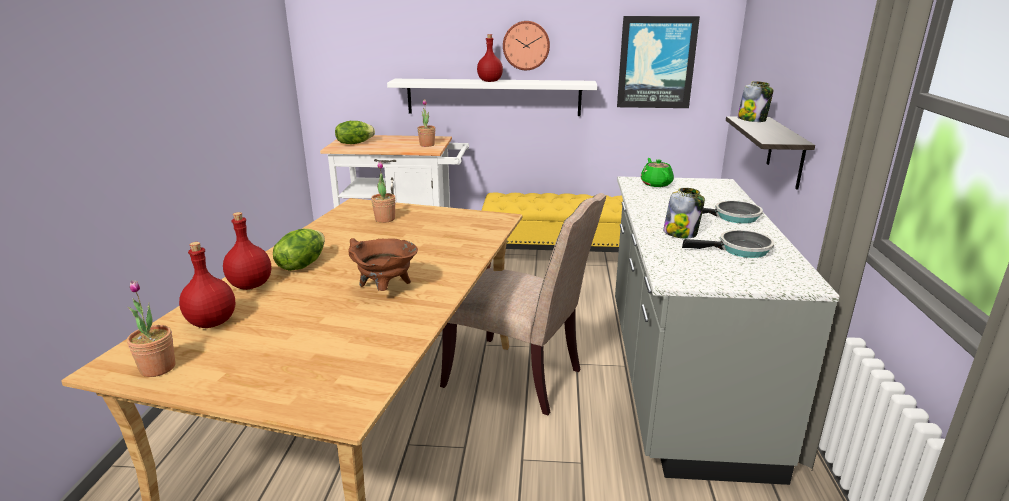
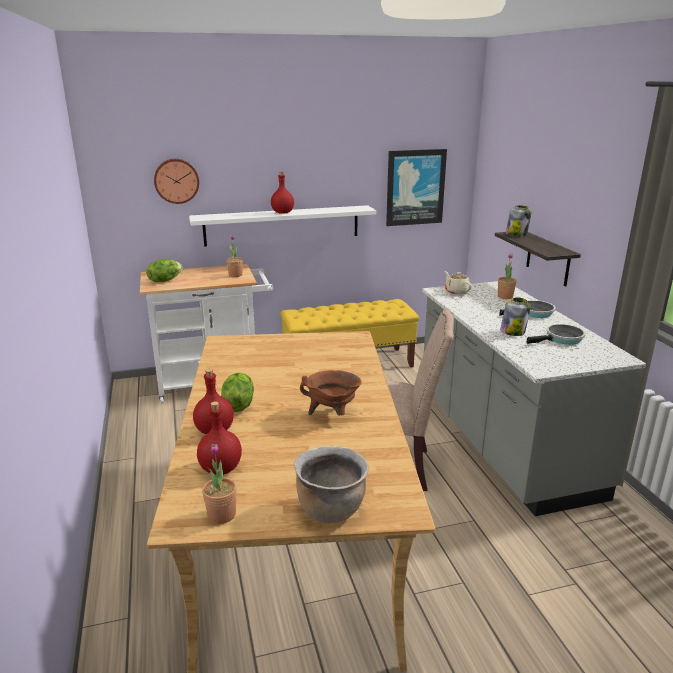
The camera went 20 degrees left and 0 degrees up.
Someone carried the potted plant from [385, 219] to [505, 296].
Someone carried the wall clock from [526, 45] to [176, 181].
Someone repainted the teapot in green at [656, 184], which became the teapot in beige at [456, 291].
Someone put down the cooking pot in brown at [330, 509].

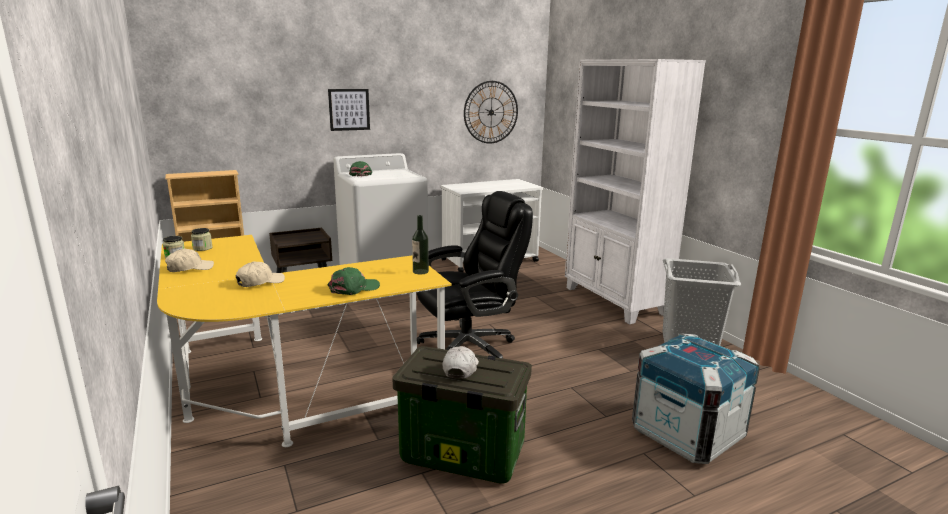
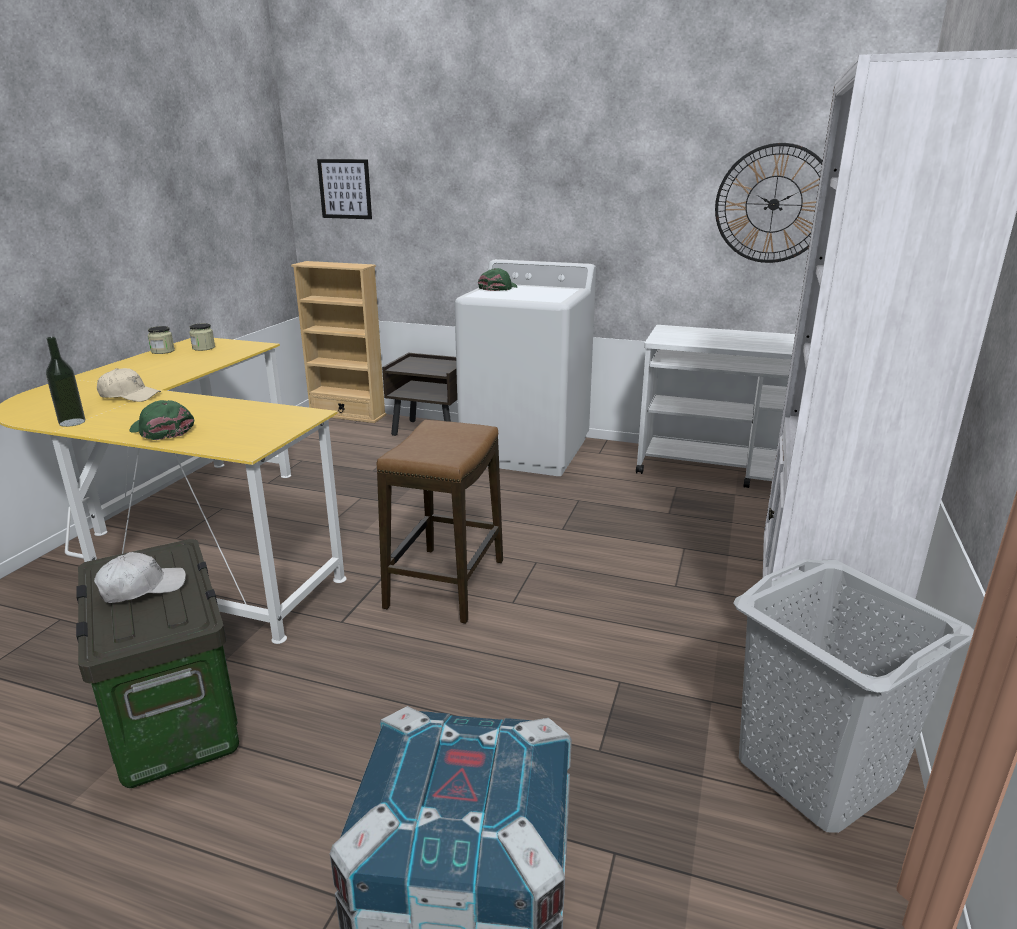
The camera went 45 degrees right and 5 degrees up.
Someone took away the cap in beige at [190, 268].
Someone carried the picture from [349, 109] to [345, 189].
Someone rotated the cap in green at [354, 288] by 150 degrees counterclockwise.
Someone carried the bottle from [420, 271] to [72, 422].
Someone swapped the office chair in black at [469, 348] for the stool at [446, 584].

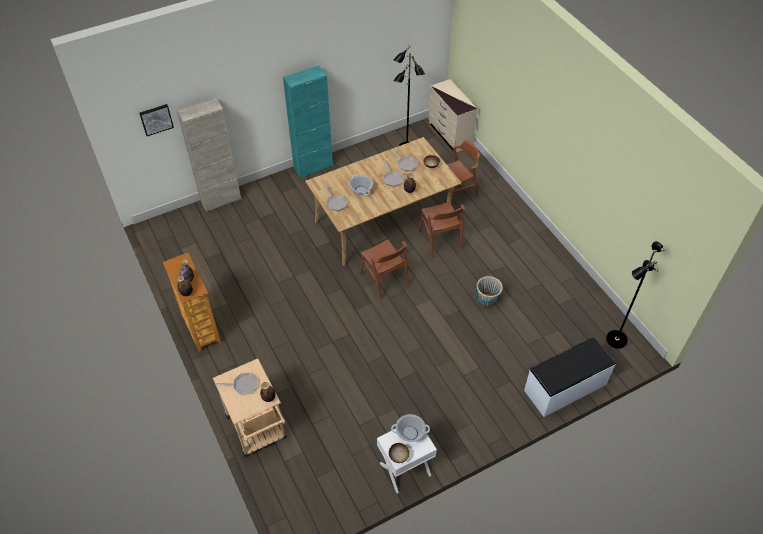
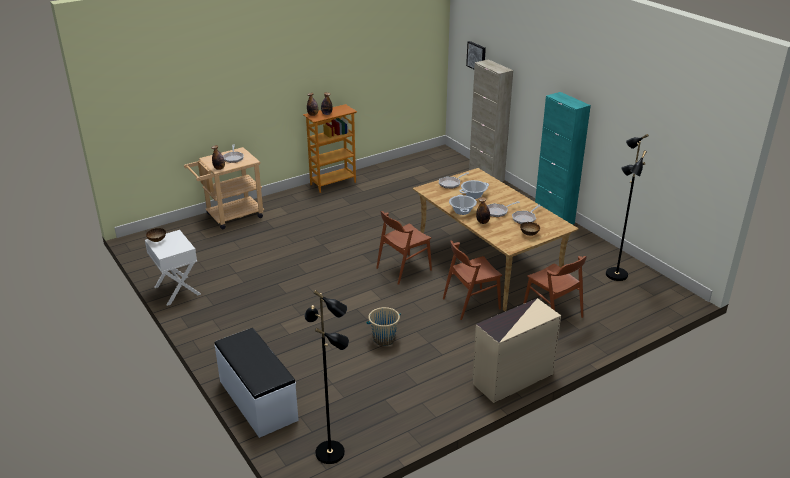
The camera went 85 degrees right and 20 degrees down.
Someone carried the cooking pot from [410, 433] to [462, 211].
Someone carried the dresser in beige from [450, 135] to [512, 378].

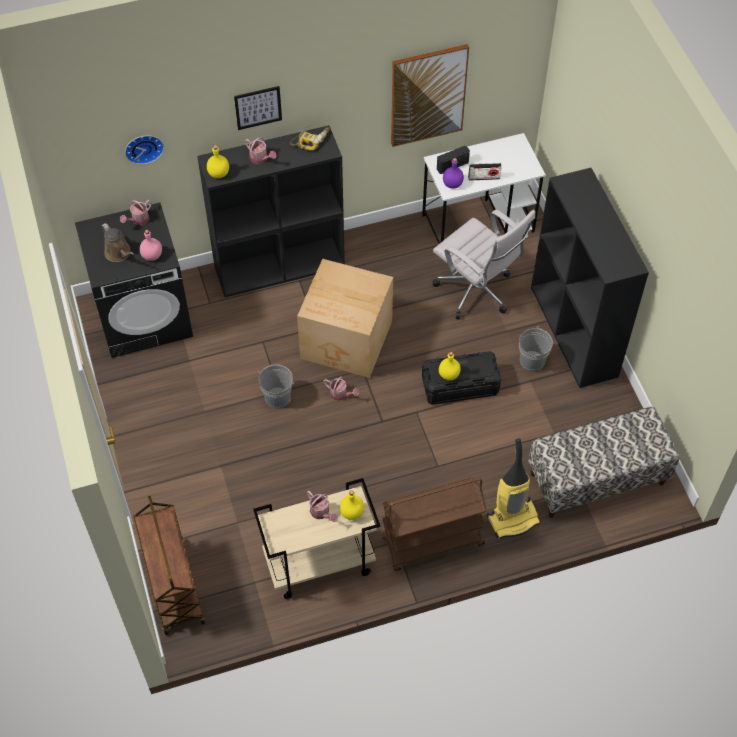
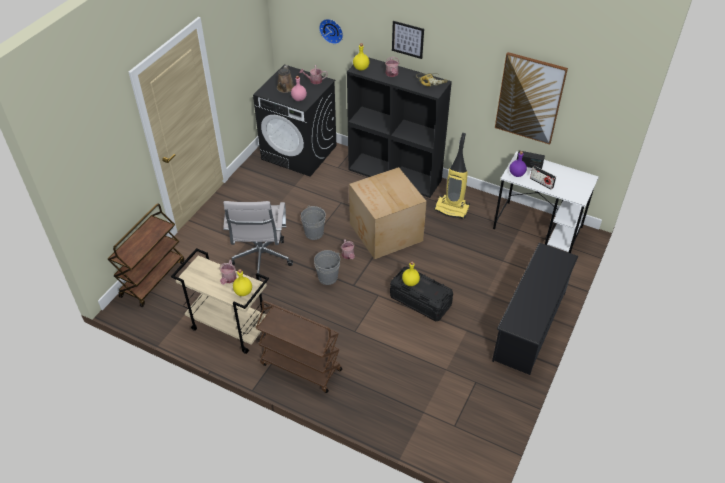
The camera went 45 degrees right and 10 degrees down.
Someone carried the office chair in white from [477, 292] to [261, 260].
Someone carried the vacuum cleaner from [513, 519] to [452, 208].
Someone carried the bucket in grey from [532, 361] to [327, 277].
Someone took away the bench at [596, 479].
Someone swapped the bookcase in black at [575, 332] for the shoe rack in black at [530, 325].

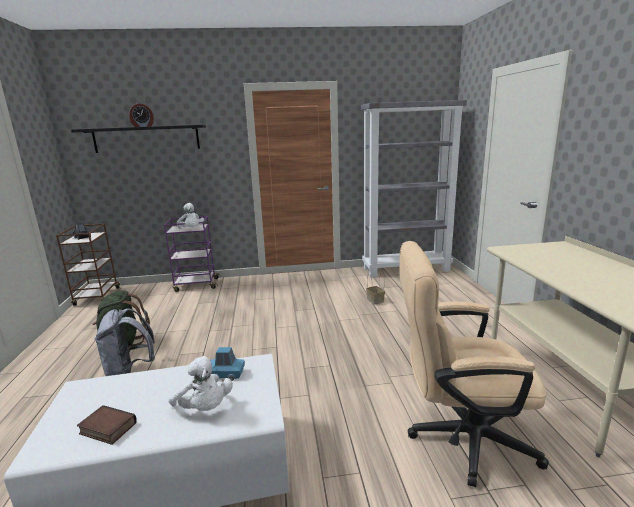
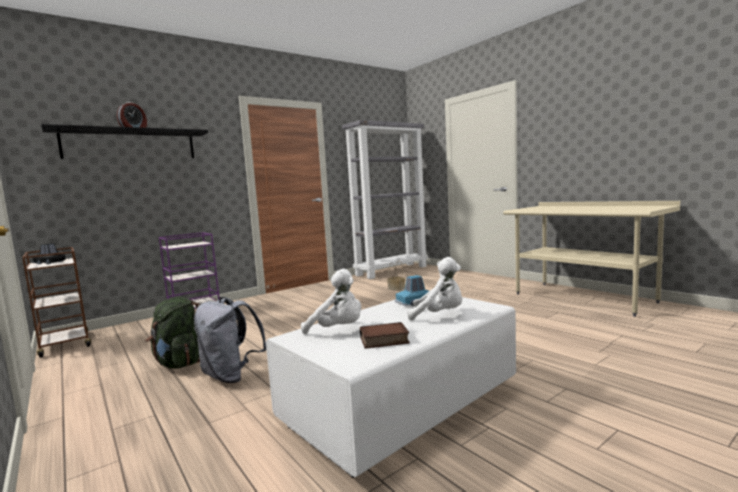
The camera went 30 degrees left and 10 degrees down.
Someone carried the plush toy in white from [191, 229] to [338, 330].
Someone took away the office chair in beige at [459, 437].

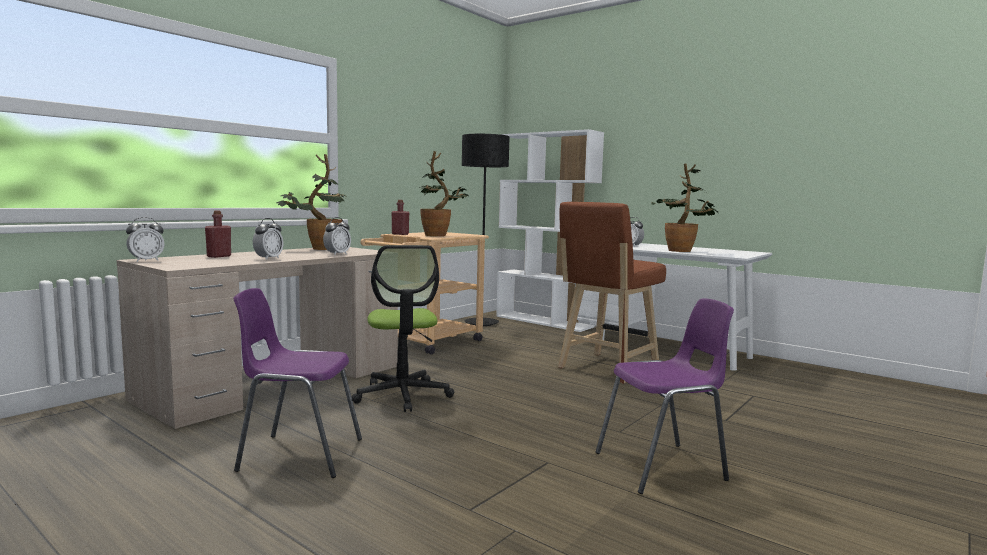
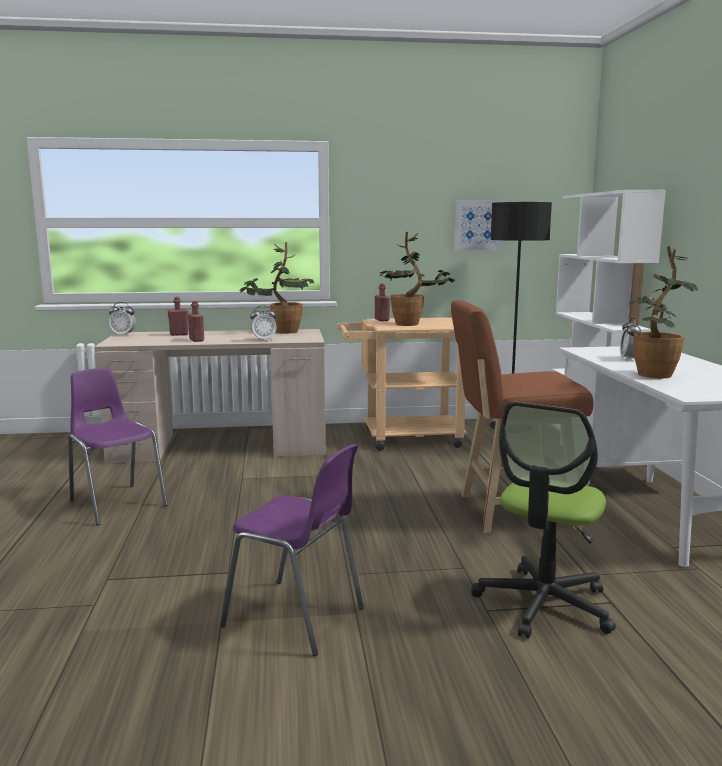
The camera went 45 degrees right and 5 degrees up.
Someone swapped the alarm clock at [268, 258] for the bottle in red at [196, 340].
Someone carried the office chair from [402, 395] to [544, 604].
Someone put up the picture at [478, 225].

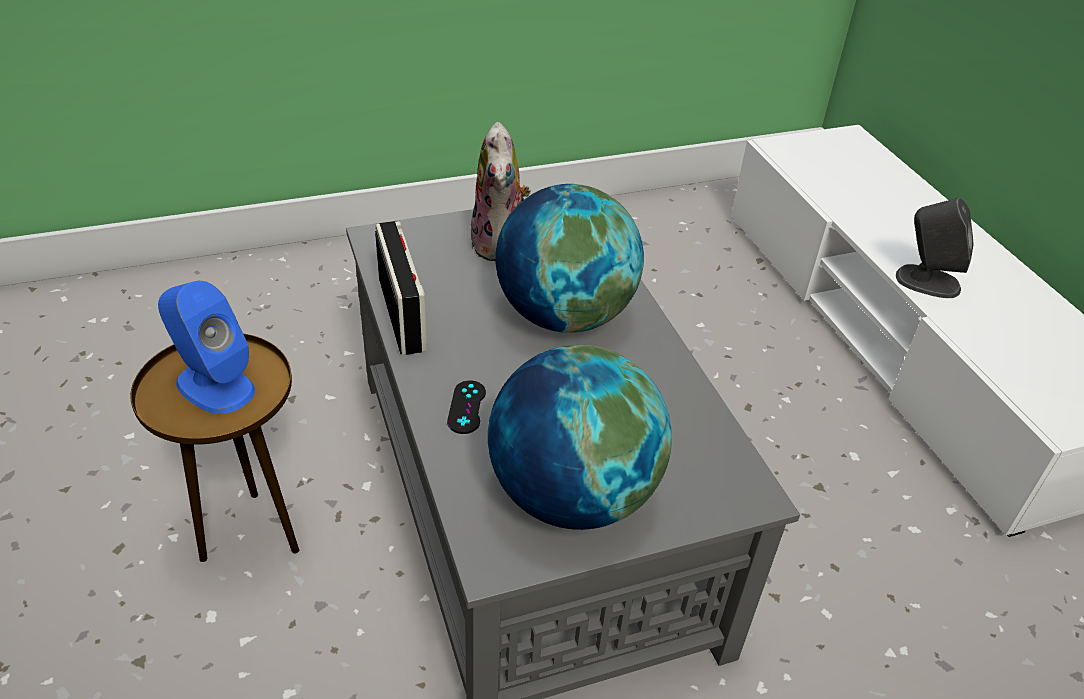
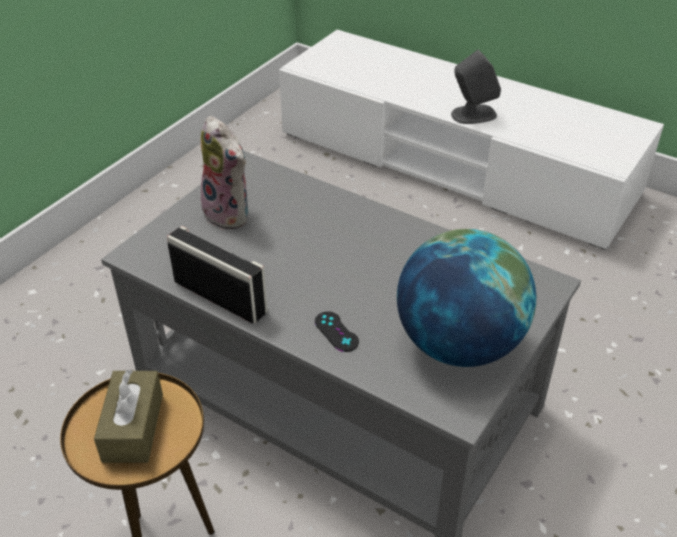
The camera went 35 degrees left and 0 degrees up.
Someone swapped the speaker in blue at [215, 386] for the tissue box in brown at [133, 427].
Someone took away the globe at [564, 315].

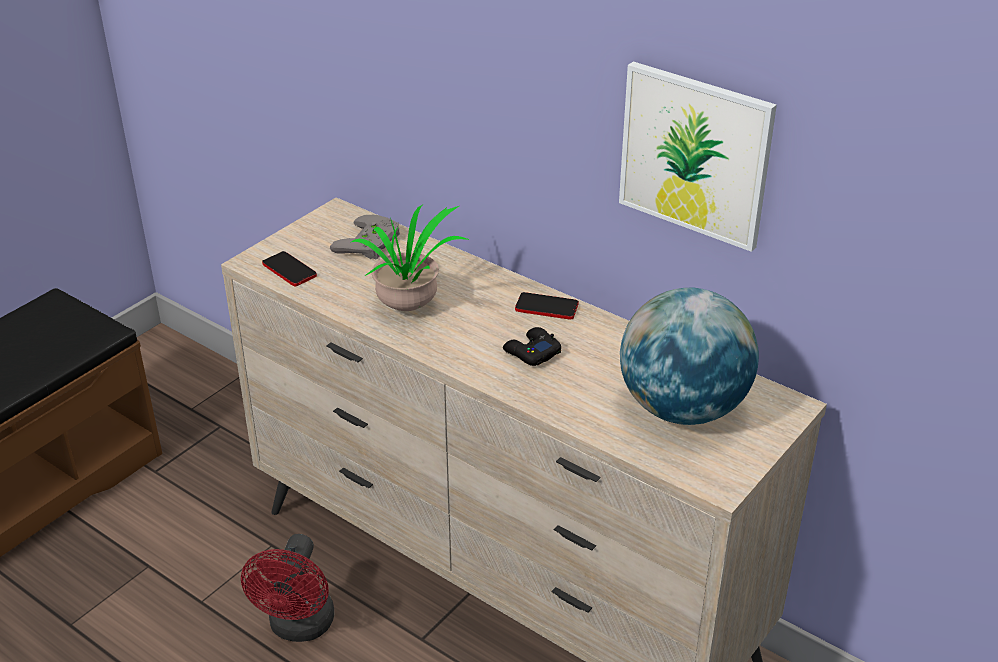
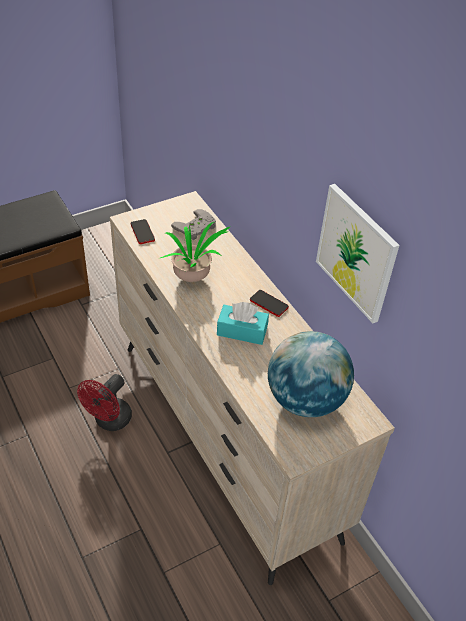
The camera went 20 degrees right and 10 degrees up.
Someone swapped the game controller in black at [531, 352] for the tissue box in turquoise at [242, 331].

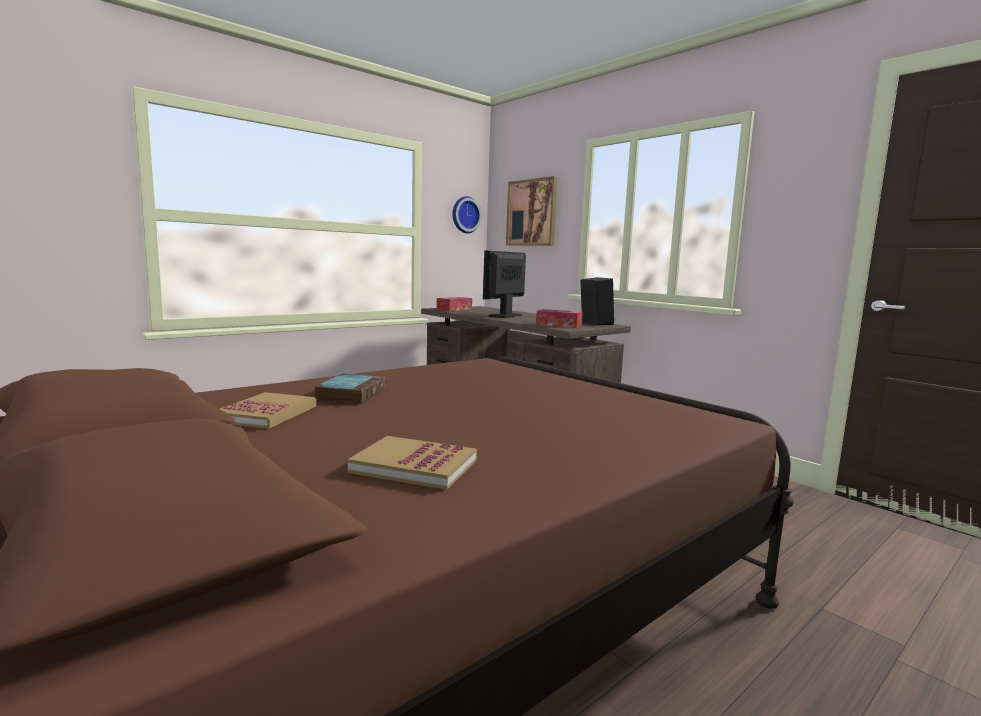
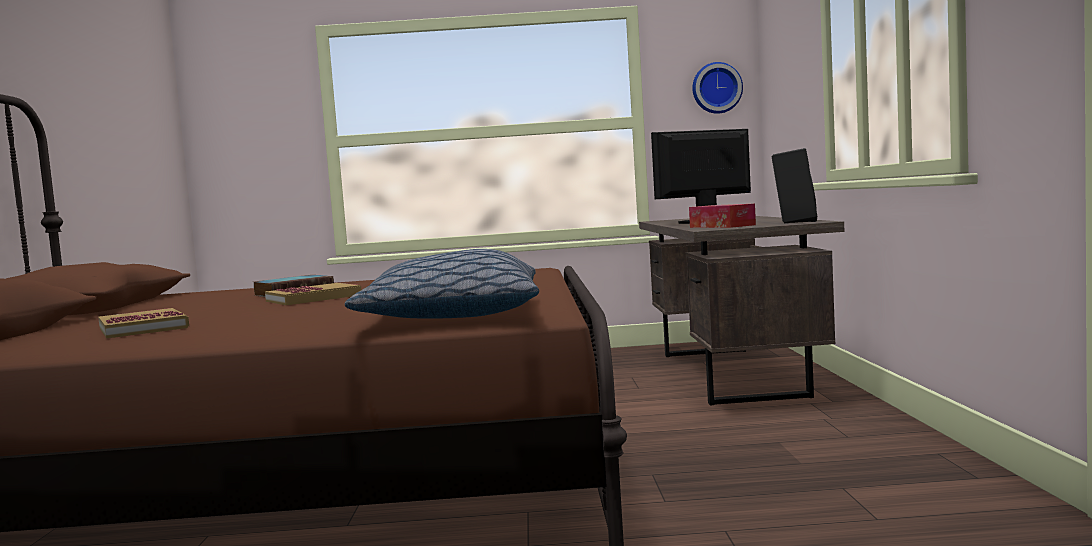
The camera went 40 degrees right and 5 degrees down.
Someone carried the book from [267, 414] to [313, 298].
Someone took away the tissue box at [454, 309].
Someone took away the picture at [532, 213].
Someone put down the pillow at [452, 315].

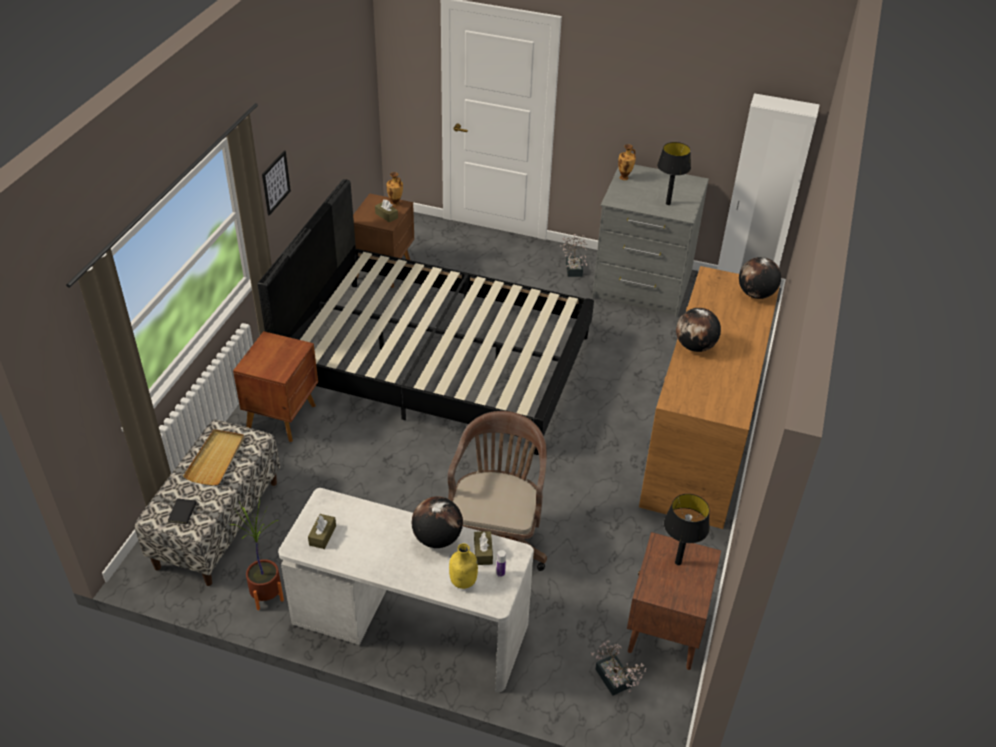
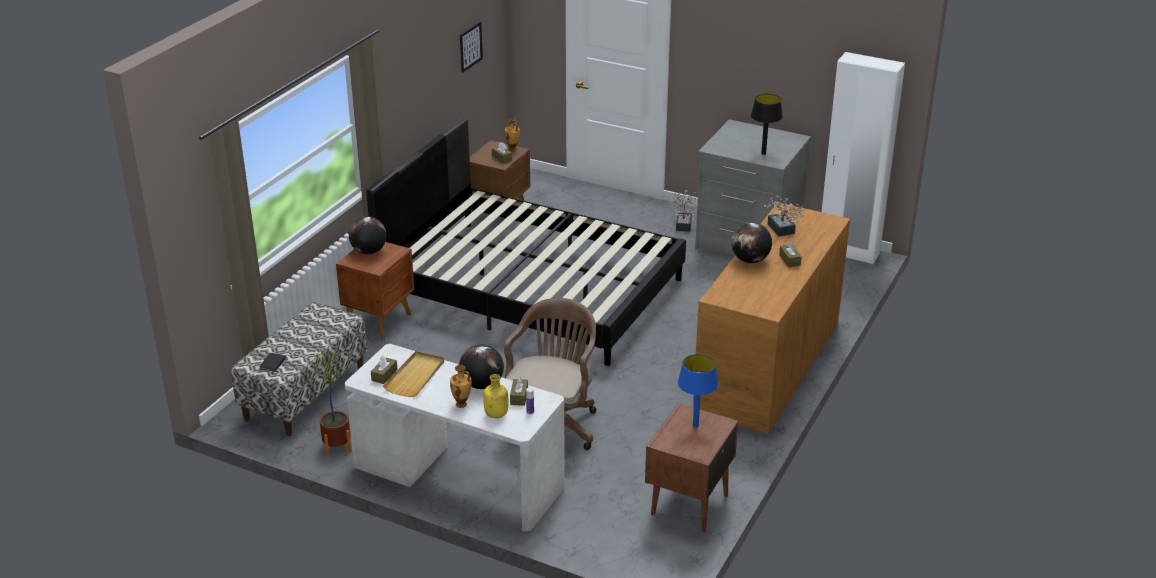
The camera went 10 degrees right and 10 degrees down.
Someone carried the tray in beige from [216, 459] to [415, 376].
Someone carried the picture from [275, 182] to [470, 47].
Someone carried the potted plant from [615, 682] to [782, 230].
Someone carried the vase from [624, 178] to [462, 405].
Someone repainted the table lamp in black at [677, 562], which became the table lamp in blue at [695, 425].
Someone carried the globe from [755, 294] to [368, 252].
Someone put down the tissue box in brown at [789, 260].

